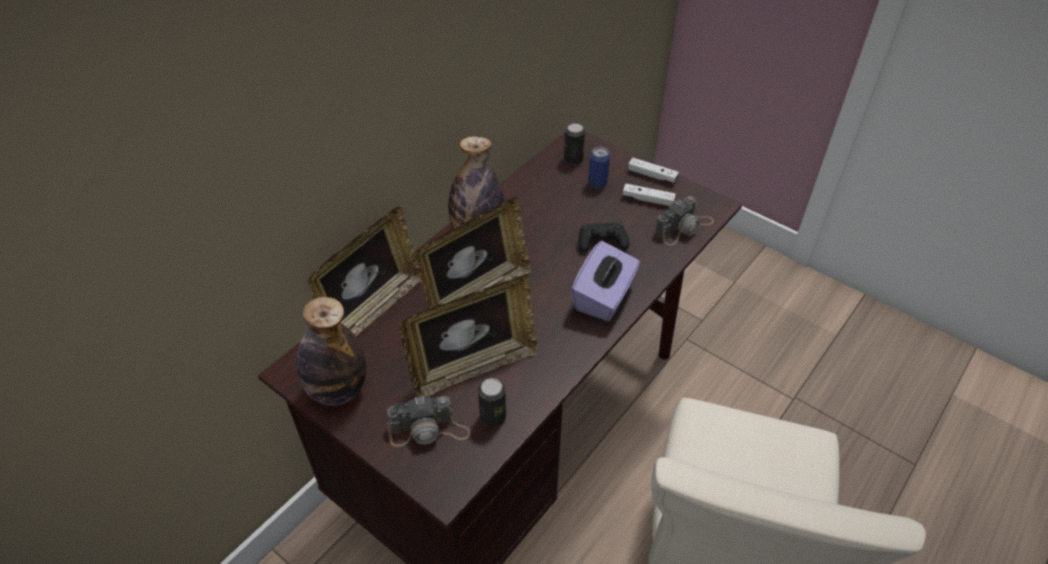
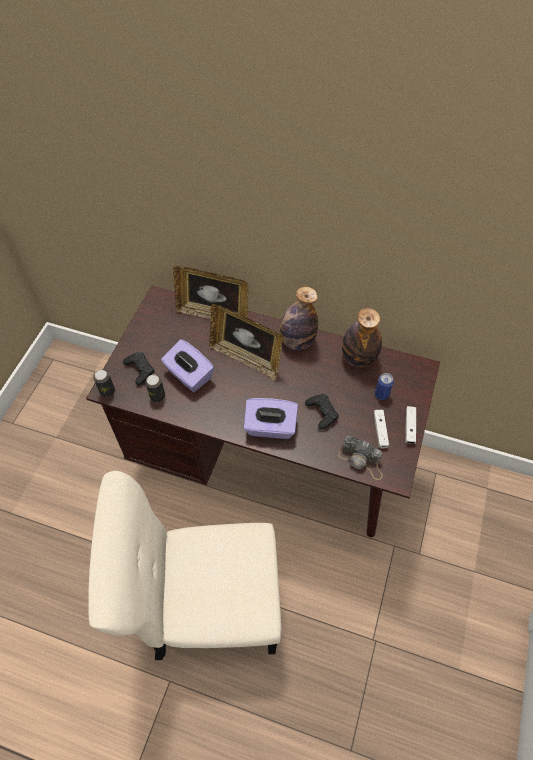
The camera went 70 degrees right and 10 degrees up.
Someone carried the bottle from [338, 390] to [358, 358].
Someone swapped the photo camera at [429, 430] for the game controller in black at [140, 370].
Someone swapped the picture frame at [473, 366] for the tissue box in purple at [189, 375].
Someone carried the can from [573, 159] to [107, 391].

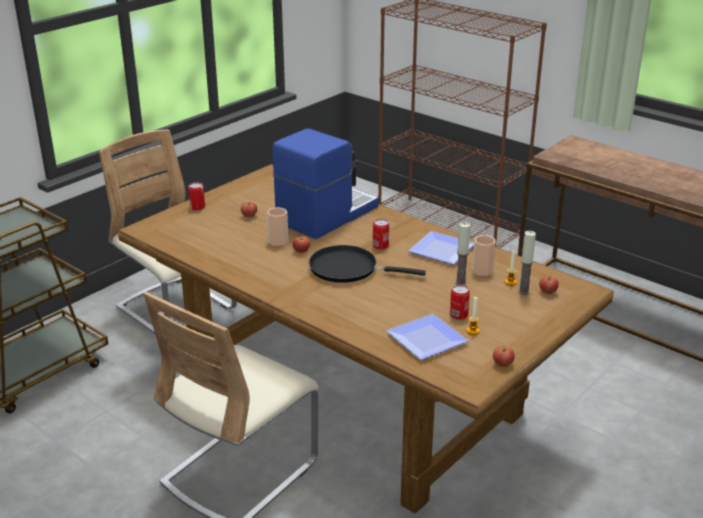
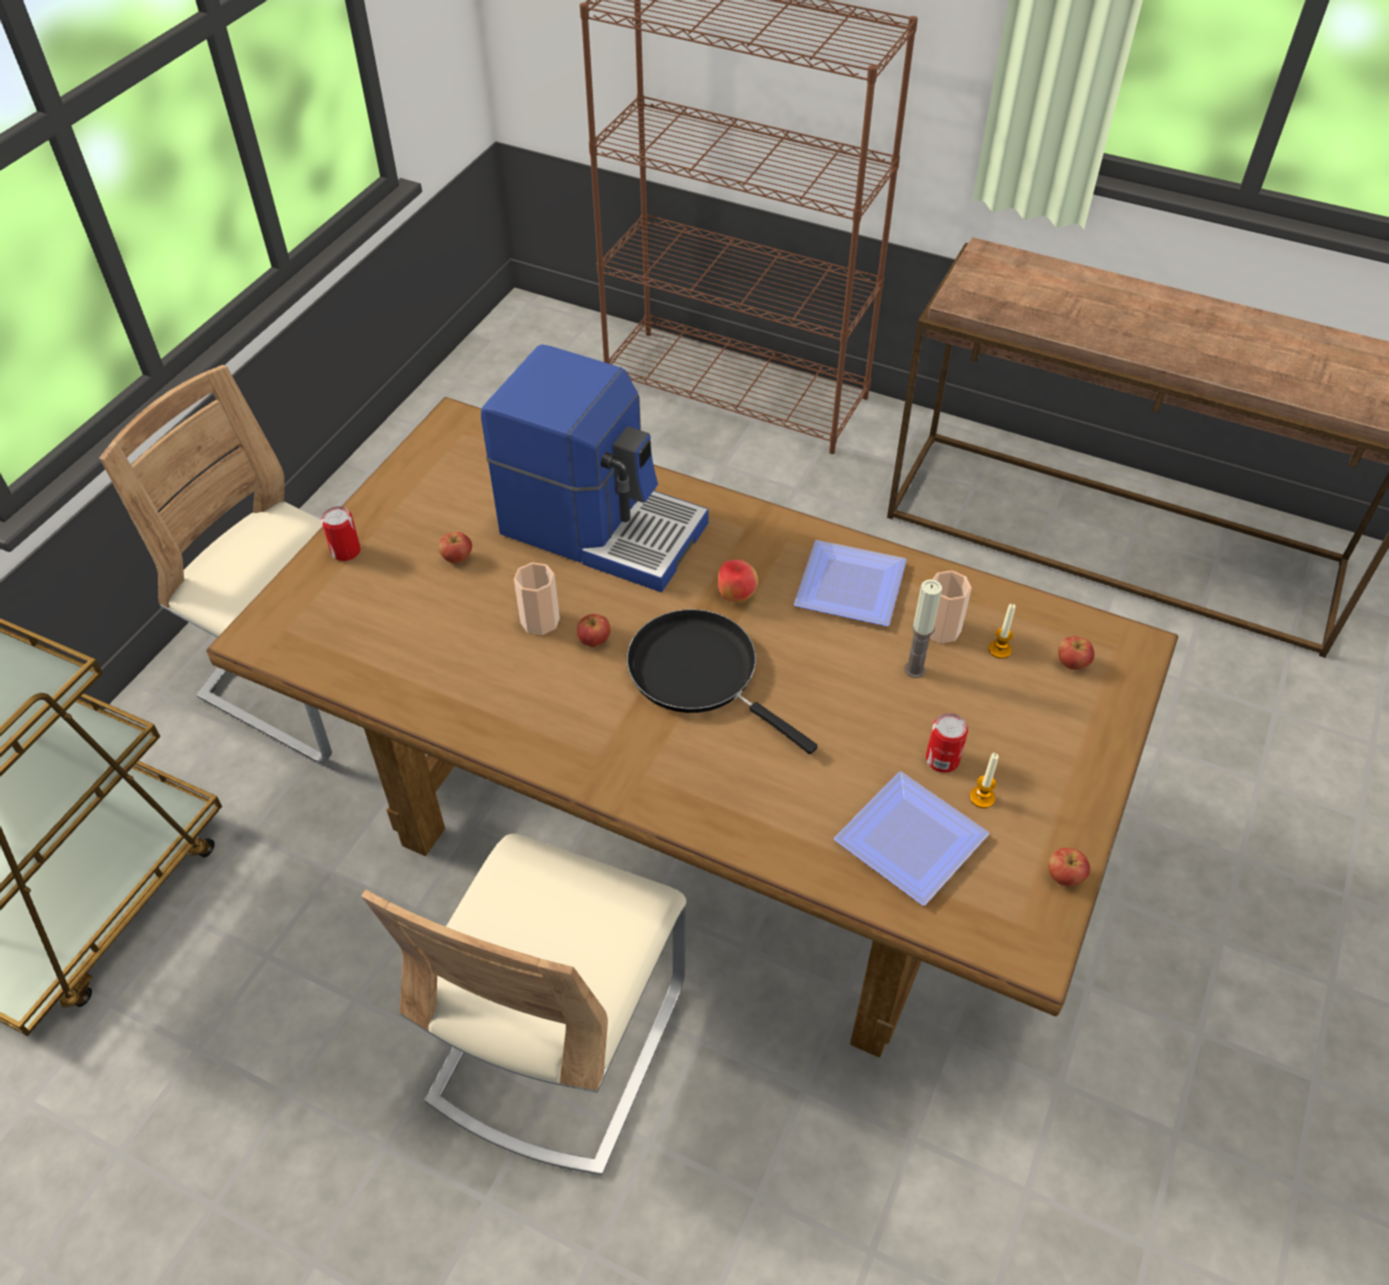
The camera went 15 degrees left and 20 degrees up.
Someone rotated the coffee machine at [325, 214] by 90 degrees clockwise.
Someone rotated the frying pan in black at [348, 269] by 45 degrees clockwise.
Someone swapped the can at [380, 246] for the apple at [736, 596].
Someone took away the candle at [523, 291].

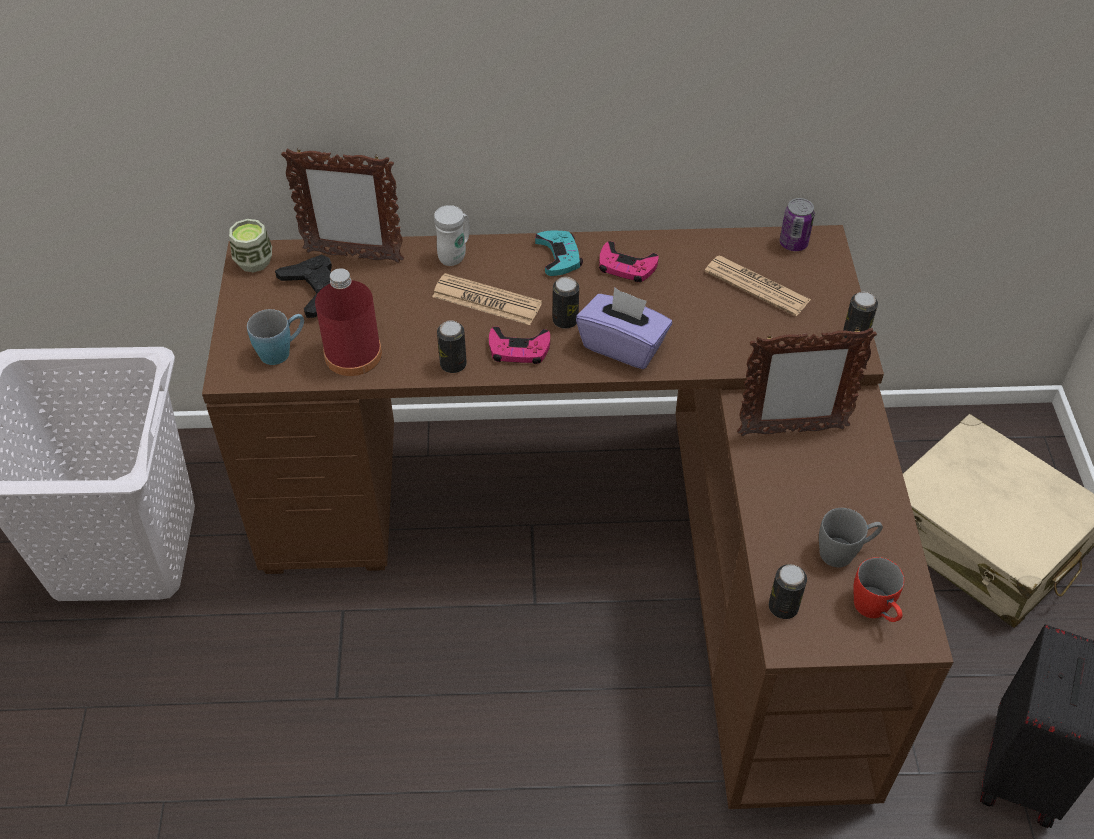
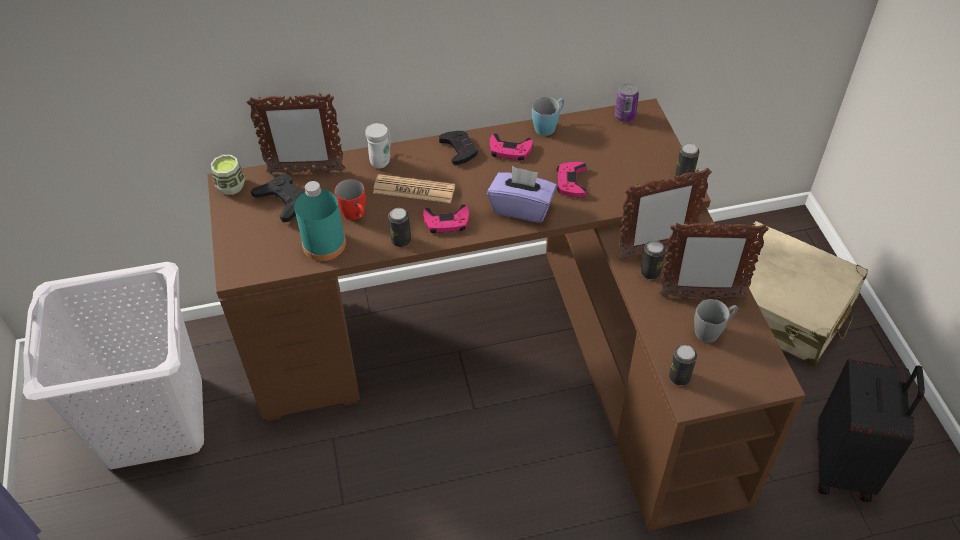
The camera went 10 degrees left and 0 degrees up.
Someone carried the mug in blue from [282, 350] to [548, 126].
Someone repainted the bottle in red at [353, 354], which became the bottle in turquoise at [324, 244].
Someone repainted the game controller in turquoise at [559, 256], which became the game controller in black at [459, 149].
Someone carried the can from [565, 320] to [650, 272].
Someone took away the newspaper at [757, 286].
Someone carried the mug in red from [875, 611] to [356, 215].
Someone put down the game controller in pink at [571, 182].
Someone put down the picture frame at [700, 296].

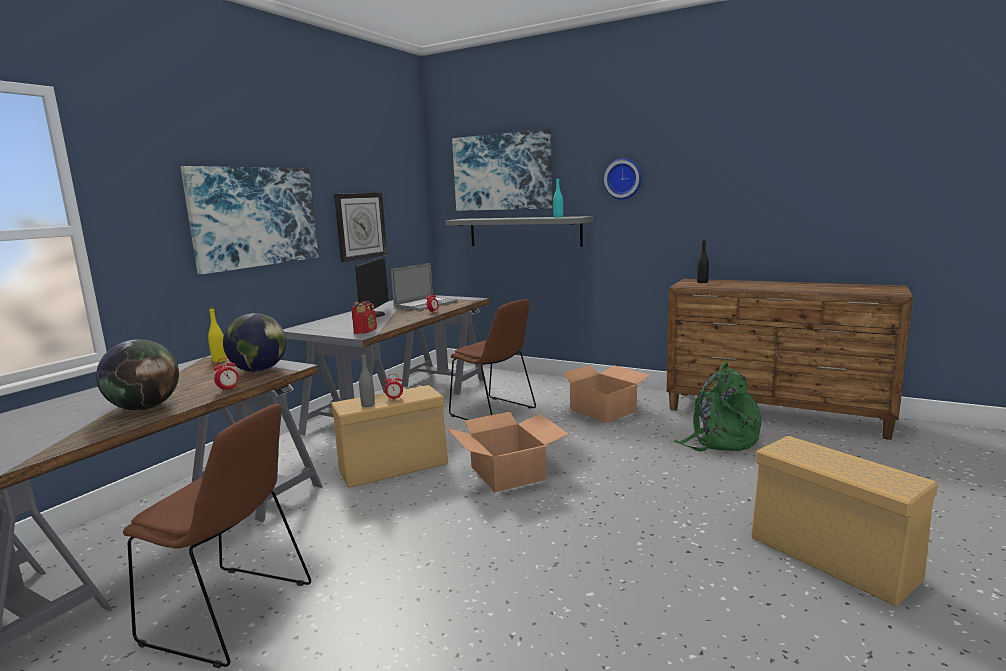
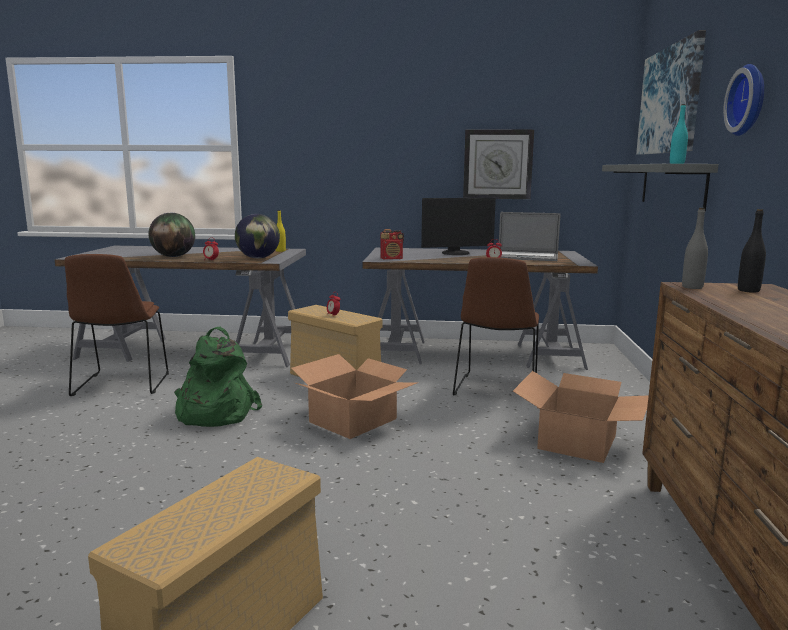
The camera went 65 degrees right and 0 degrees up.
Someone took away the picture at [255, 217].
Someone carried the bottle in grey from [368, 405] to [692, 287].
Someone carried the backpack in green from [719, 440] to [213, 413].

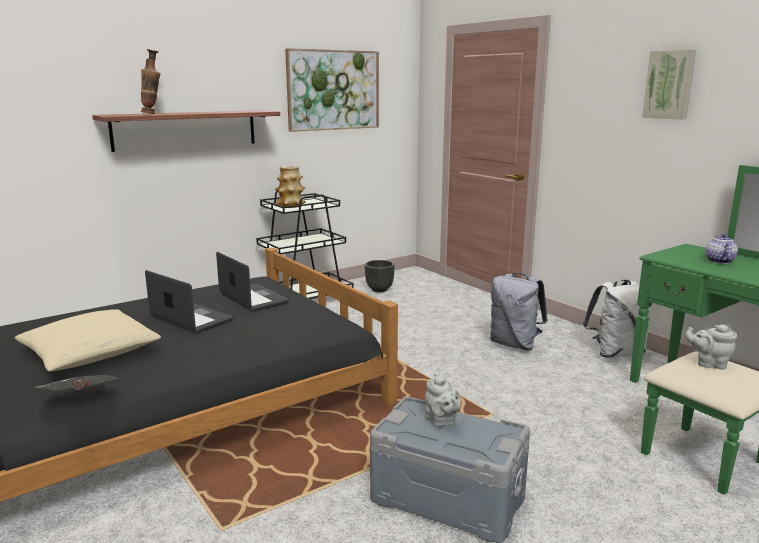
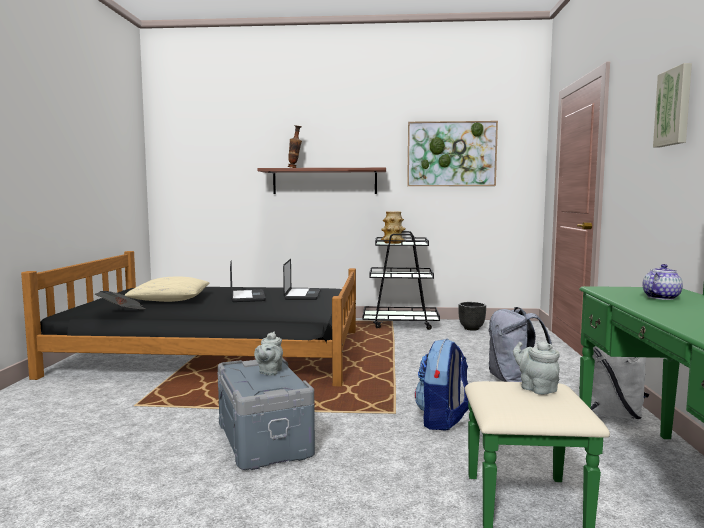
The camera went 40 degrees right and 10 degrees down.
Someone put down the backpack at [443, 420].

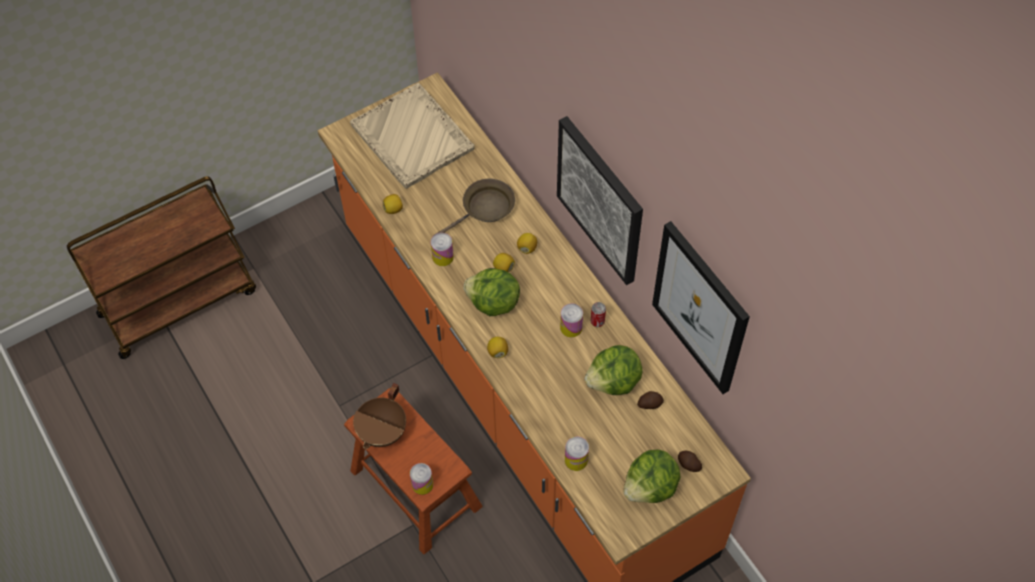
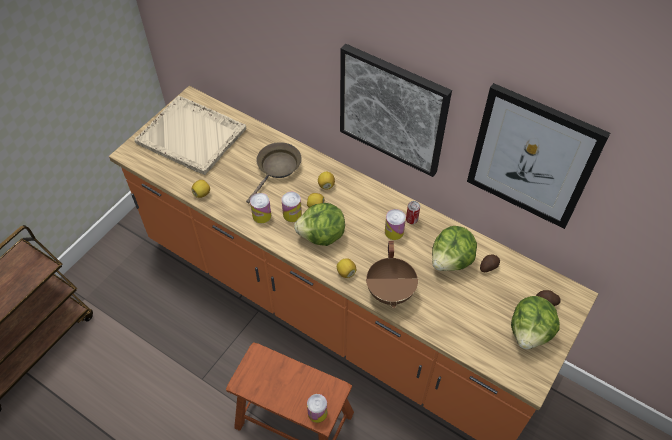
The camera went 25 degrees left and 5 degrees down.
Someone carried the cooking pot in brown from [383, 432] to [391, 291].
Someone carried the can from [576, 460] to [292, 214].

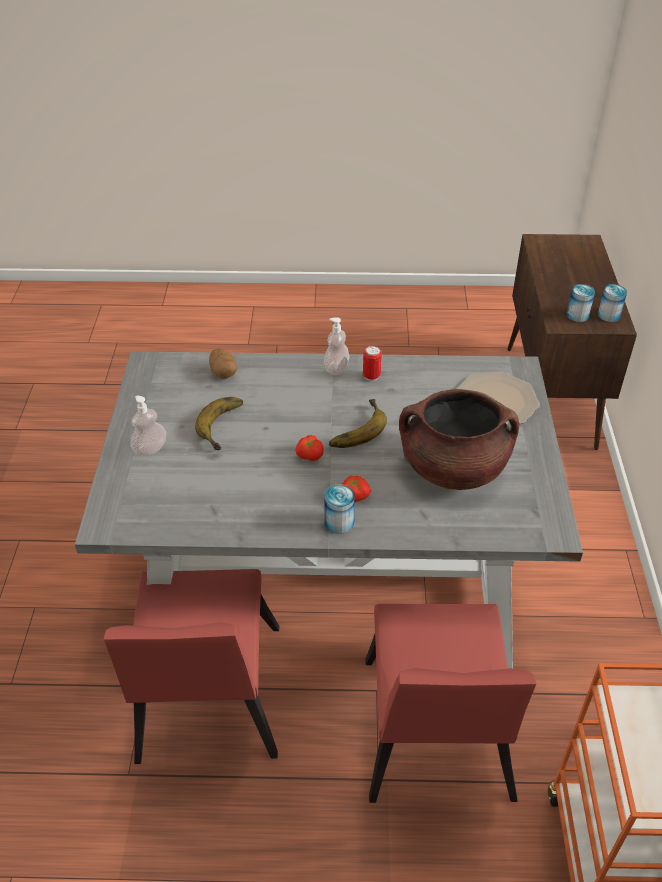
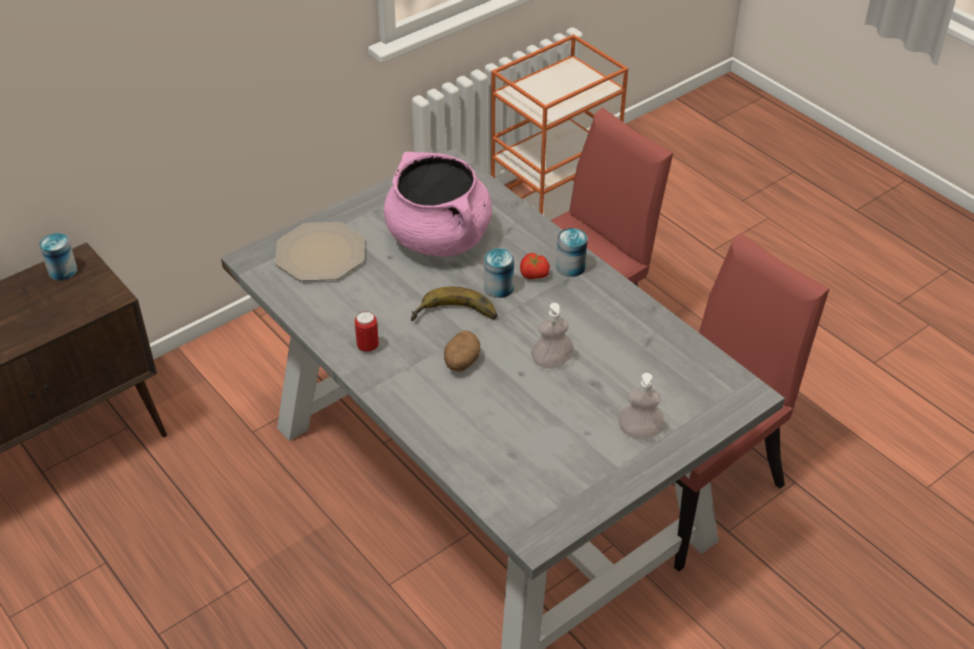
The camera went 130 degrees left and 0 degrees up.
Someone took away the banana at [226, 426].
Someone carried the potato from [223, 372] to [461, 363].
Someone took away the tomato at [309, 455].
Someone carried the soap dispenser from [336, 368] to [551, 361].
Someone repainted the cooking pot in brown at [453, 469], which became the cooking pot in pink at [439, 238].
Someone carried the can from [577, 315] to [498, 288].

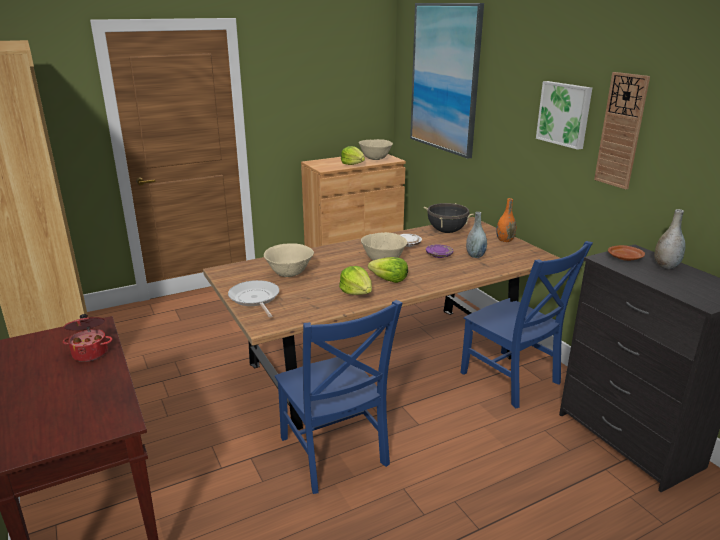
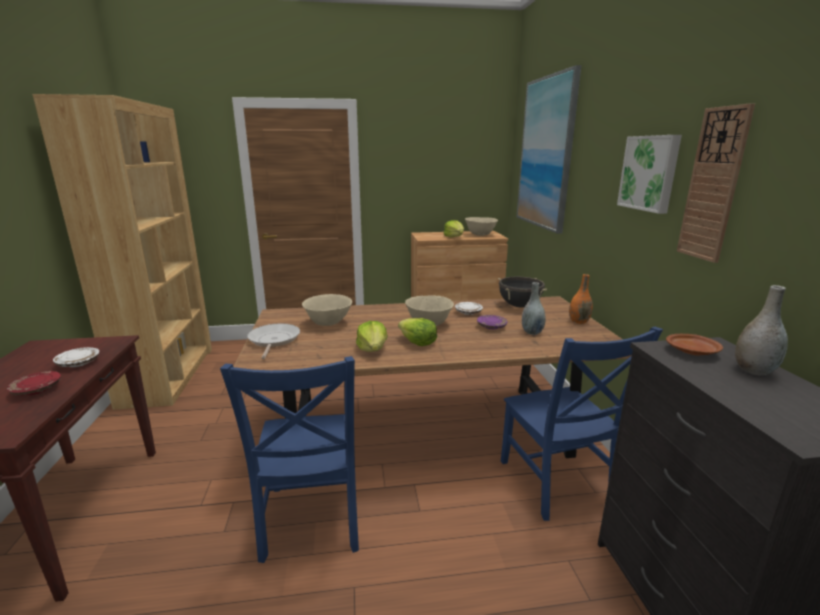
The camera went 20 degrees right and 5 degrees down.
Someone swapped the cooking pot at [91, 353] for the plate in white at [79, 363].
Someone put down the plate in red at [37, 390].

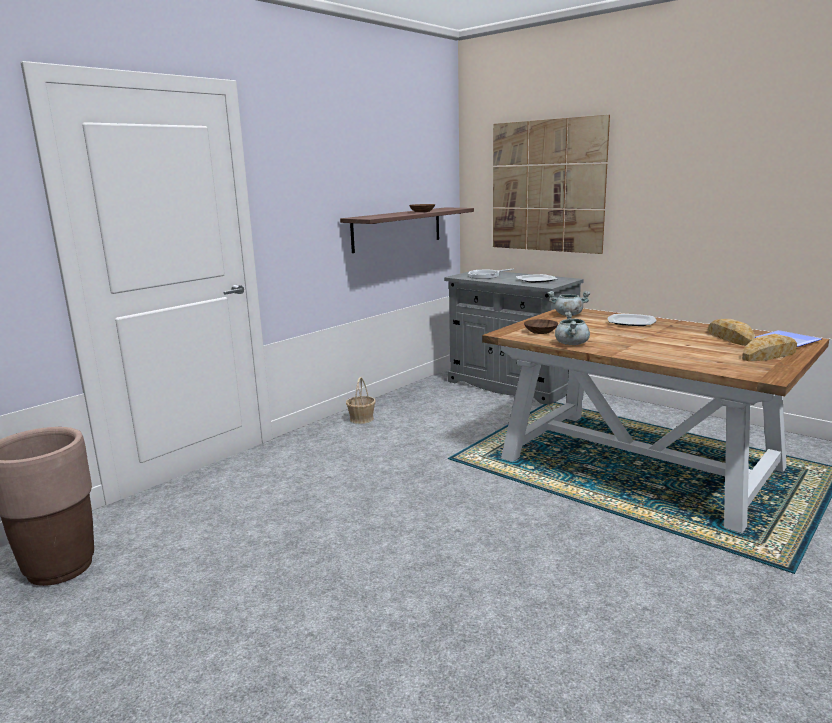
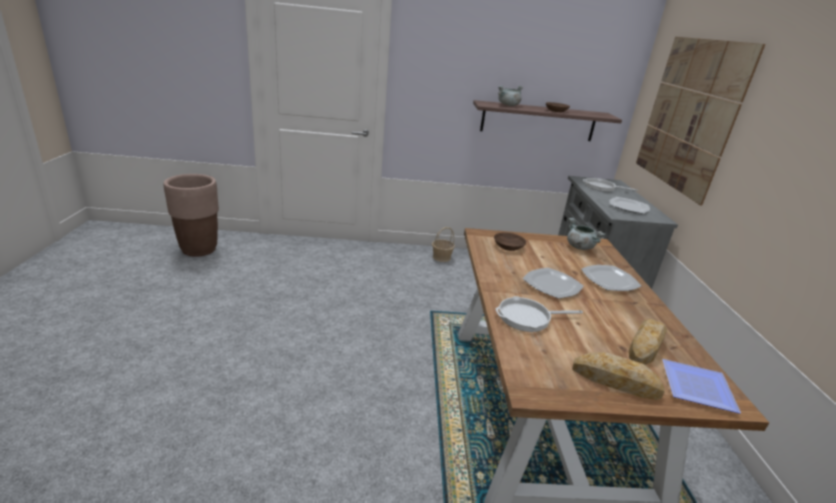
The camera went 45 degrees right and 10 degrees up.
Someone carried the cooking pot in grey from [571, 344] to [508, 105].
Someone put down the frying pan at [528, 317].
Someone put down the plate at [552, 285].

